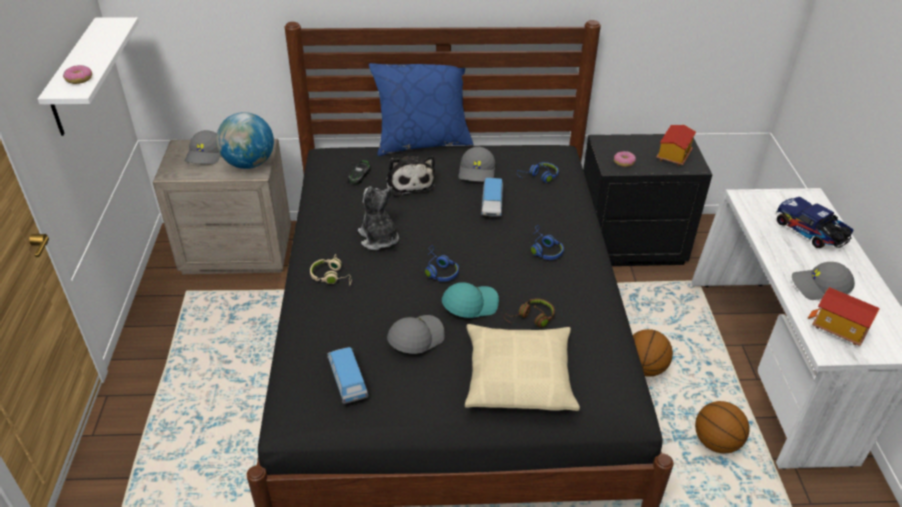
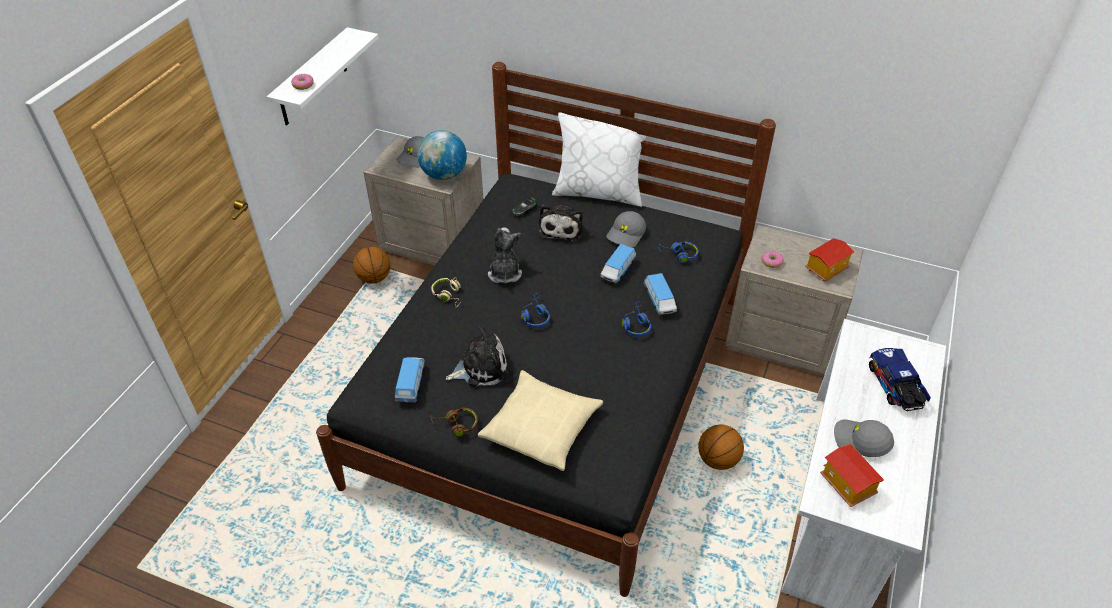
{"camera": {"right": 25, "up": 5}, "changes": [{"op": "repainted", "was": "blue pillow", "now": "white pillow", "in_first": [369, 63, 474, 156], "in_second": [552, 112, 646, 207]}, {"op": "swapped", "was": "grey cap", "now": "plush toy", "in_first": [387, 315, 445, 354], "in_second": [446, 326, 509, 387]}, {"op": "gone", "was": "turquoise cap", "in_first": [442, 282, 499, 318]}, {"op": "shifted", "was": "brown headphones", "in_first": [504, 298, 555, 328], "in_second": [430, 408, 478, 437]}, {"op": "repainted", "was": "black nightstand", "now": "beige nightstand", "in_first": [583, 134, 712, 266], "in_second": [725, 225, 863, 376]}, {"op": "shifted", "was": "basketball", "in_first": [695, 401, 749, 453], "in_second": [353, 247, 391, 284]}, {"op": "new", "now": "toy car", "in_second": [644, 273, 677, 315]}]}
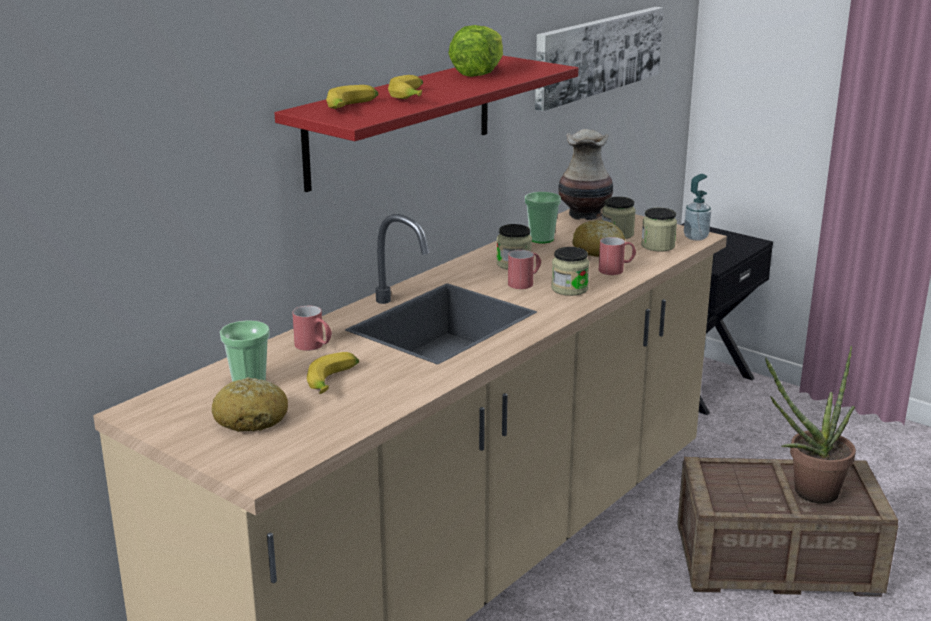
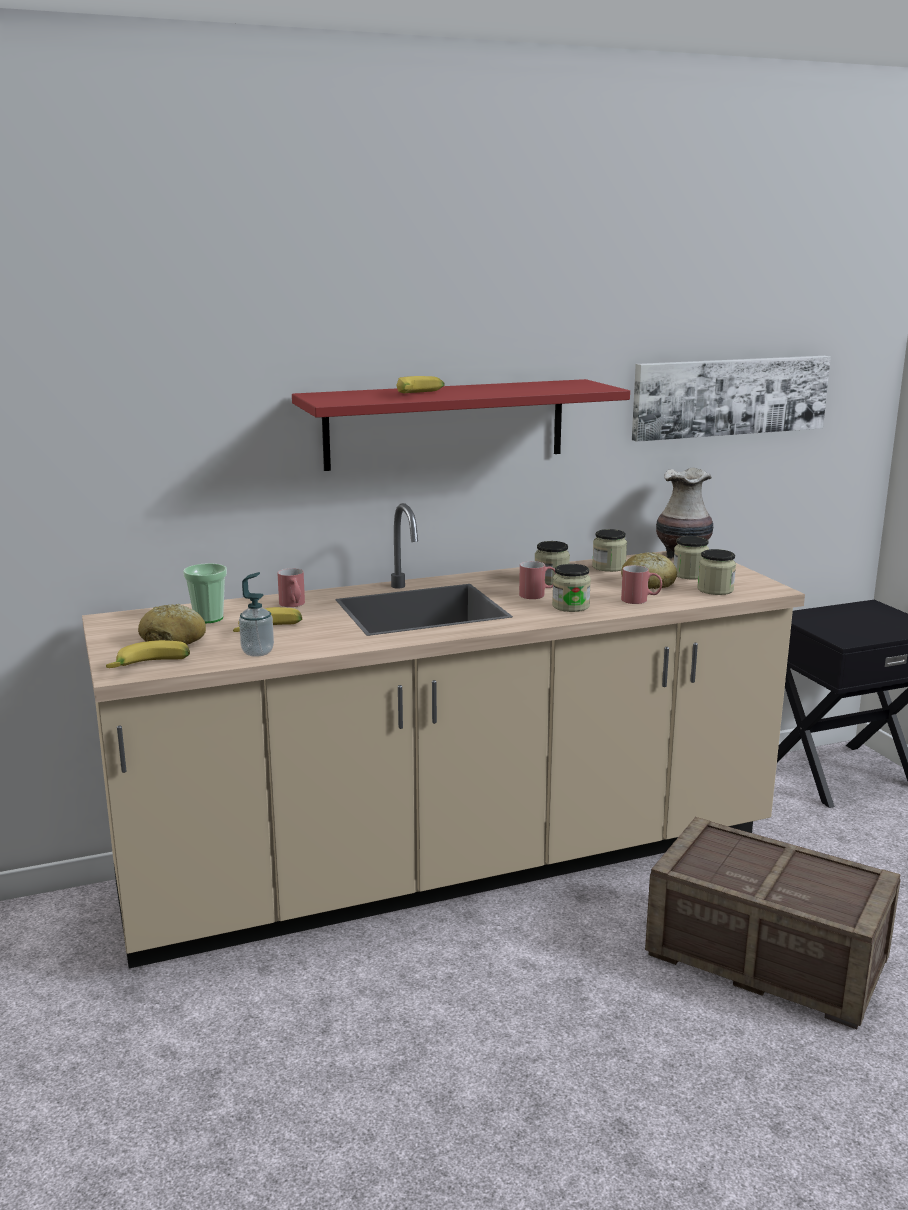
{"camera": {"right": 30, "up": -5}, "changes": [{"op": "shifted", "was": "banana", "in_first": [326, 85, 379, 109], "in_second": [106, 640, 190, 668]}, {"op": "gone", "was": "lettuce", "in_first": [448, 25, 503, 77]}, {"op": "swapped", "was": "cup", "now": "jar", "in_first": [525, 192, 561, 243], "in_second": [592, 529, 627, 572]}, {"op": "shifted", "was": "soap dispenser", "in_first": [684, 174, 711, 241], "in_second": [239, 572, 274, 657]}, {"op": "gone", "was": "potted plant", "in_first": [765, 346, 856, 504]}]}
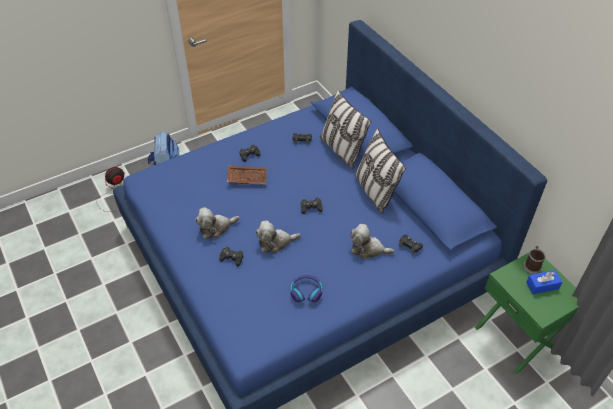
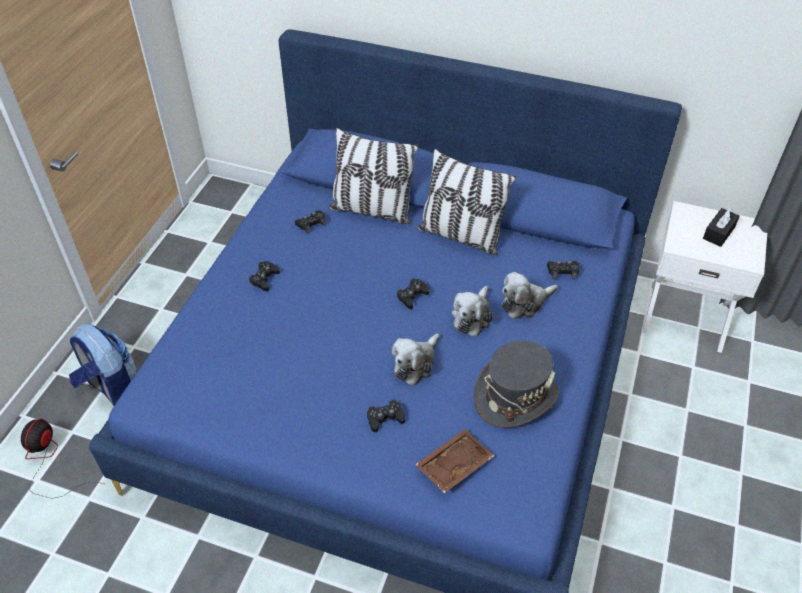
{"camera": {"right": -40, "up": 0}, "changes": [{"op": "shifted", "was": "plush toy", "in_first": [195, 207, 240, 239], "in_second": [452, 286, 493, 337]}, {"op": "shifted", "was": "brown tray", "in_first": [227, 165, 266, 184], "in_second": [415, 429, 494, 493]}, {"op": "swapped", "was": "headphones", "now": "grey hat", "in_first": [290, 275, 322, 302], "in_second": [474, 340, 559, 428]}, {"op": "repainted", "was": "green nightstand", "now": "white nightstand", "in_first": [475, 252, 579, 374], "in_second": [642, 201, 767, 353]}, {"op": "gone", "was": "mug", "in_first": [523, 246, 546, 274]}, {"op": "repainted", "was": "blue tissue box", "now": "black tissue box", "in_first": [526, 270, 562, 294], "in_second": [703, 208, 740, 247]}]}
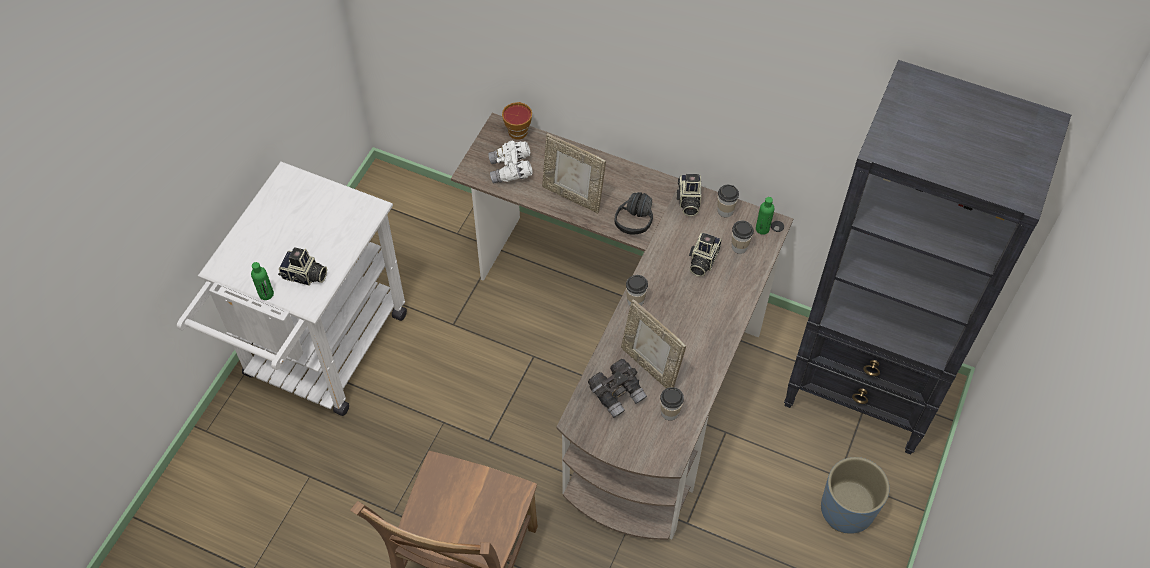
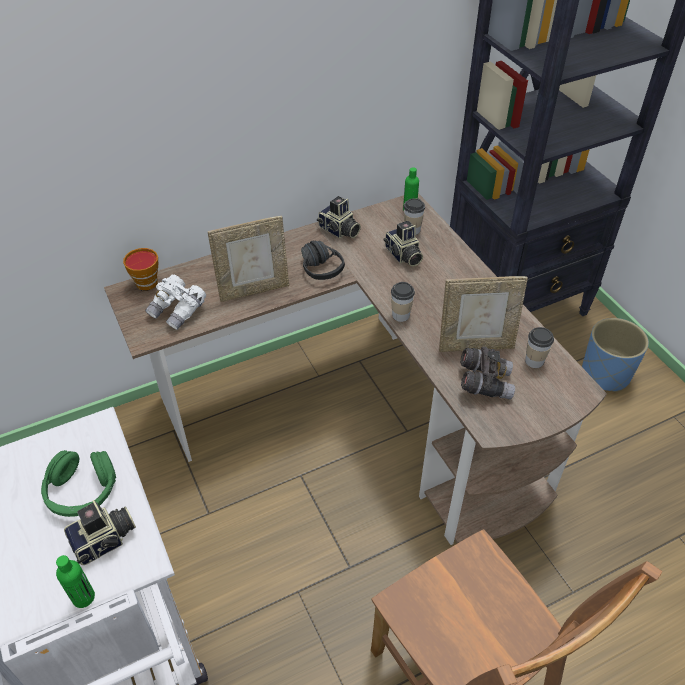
{"camera": {"right": -50, "up": -10}, "changes": [{"op": "gone", "was": "cup", "in_first": [718, 185, 739, 217]}, {"op": "new", "now": "green headphones", "in_second": [41, 450, 116, 517]}]}
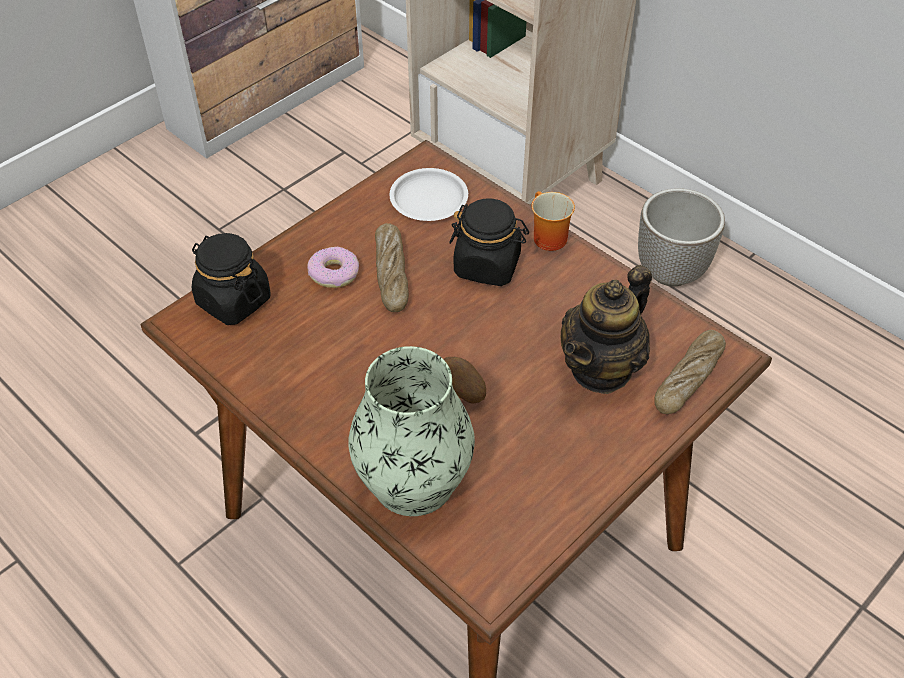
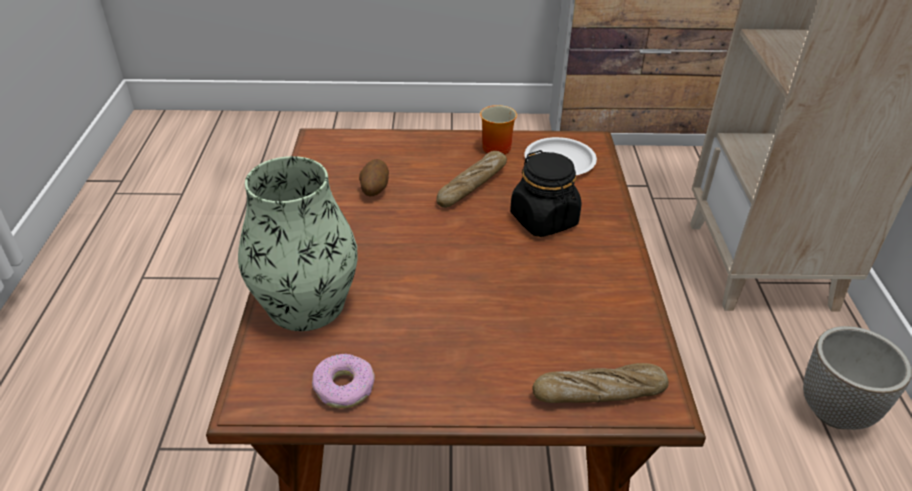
{"camera": {"right": 45, "up": -10}, "changes": [{"op": "gone", "was": "black jar", "in_first": [192, 233, 271, 325]}, {"op": "shifted", "was": "donut", "in_first": [307, 247, 359, 288], "in_second": [312, 354, 375, 408]}, {"op": "shifted", "was": "potato", "in_first": [444, 357, 486, 404], "in_second": [359, 159, 389, 196]}, {"op": "shifted", "was": "mug", "in_first": [532, 191, 575, 251], "in_second": [480, 105, 517, 155]}, {"op": "gone", "was": "teapot", "in_first": [561, 265, 652, 394]}]}
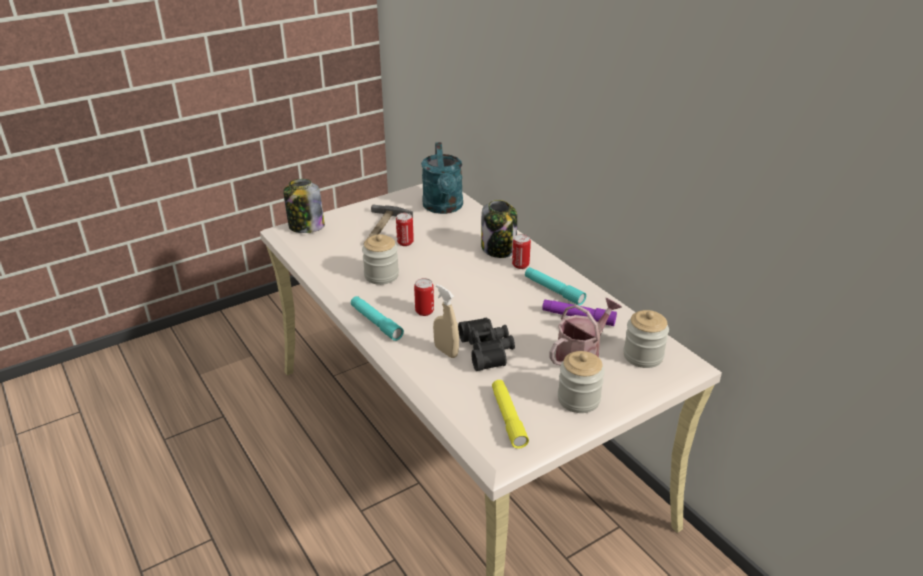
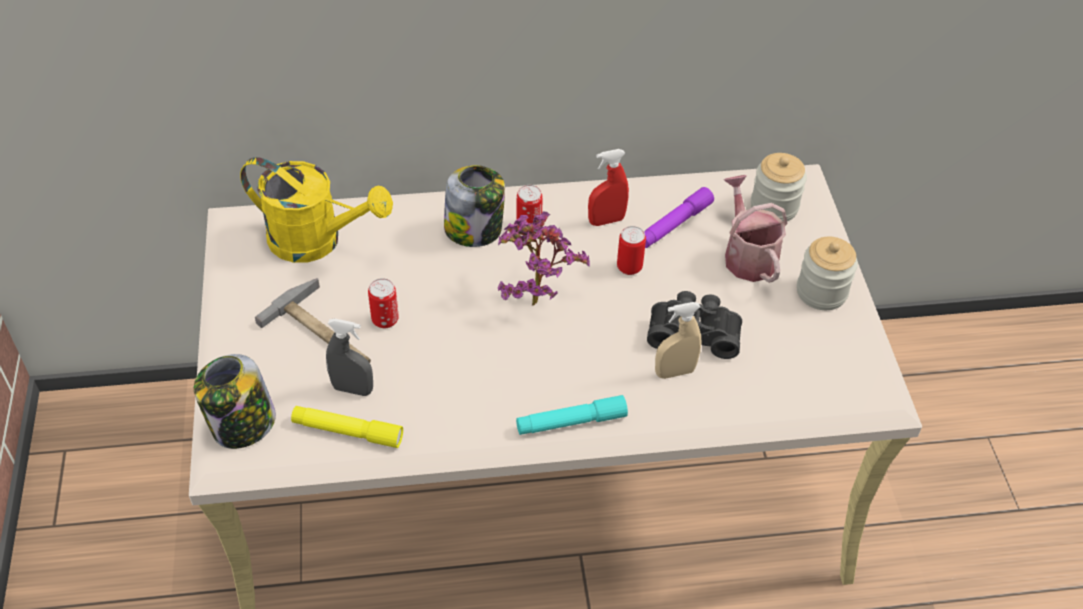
{"camera": {"right": -65, "up": 15}, "changes": [{"op": "gone", "was": "jar", "in_first": [362, 234, 399, 285]}, {"op": "shifted", "was": "can", "in_first": [414, 278, 434, 316], "in_second": [617, 226, 646, 275]}, {"op": "repainted", "was": "turquoise watering can", "now": "yellow watering can", "in_first": [421, 142, 463, 214], "in_second": [240, 157, 393, 263]}, {"op": "shifted", "was": "yellow flashlight", "in_first": [492, 380, 529, 449], "in_second": [291, 406, 403, 448]}, {"op": "swapped", "was": "turquoise flashlight", "now": "red spray bottle", "in_first": [525, 267, 586, 306], "in_second": [588, 149, 629, 226]}, {"op": "new", "now": "grey spray bottle", "in_second": [326, 319, 373, 396]}, {"op": "new", "now": "potted plant", "in_second": [498, 212, 590, 306]}]}
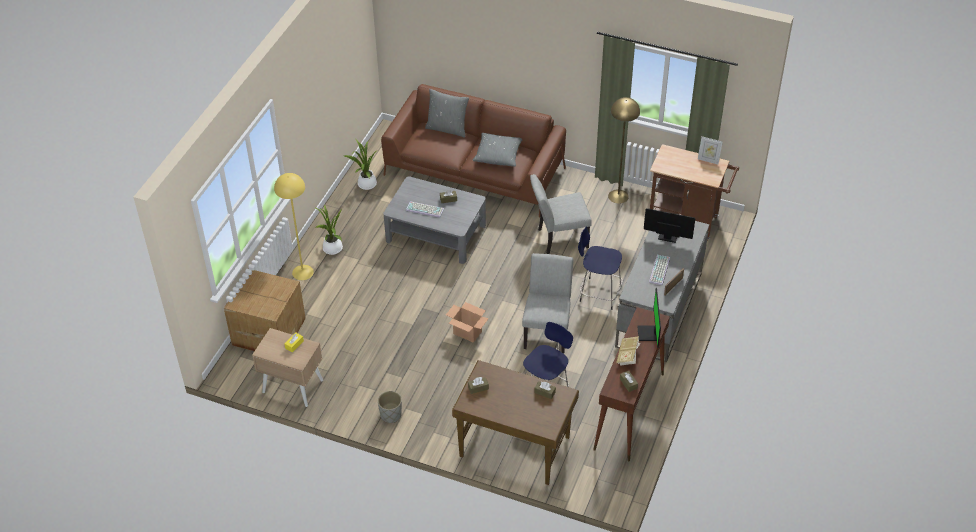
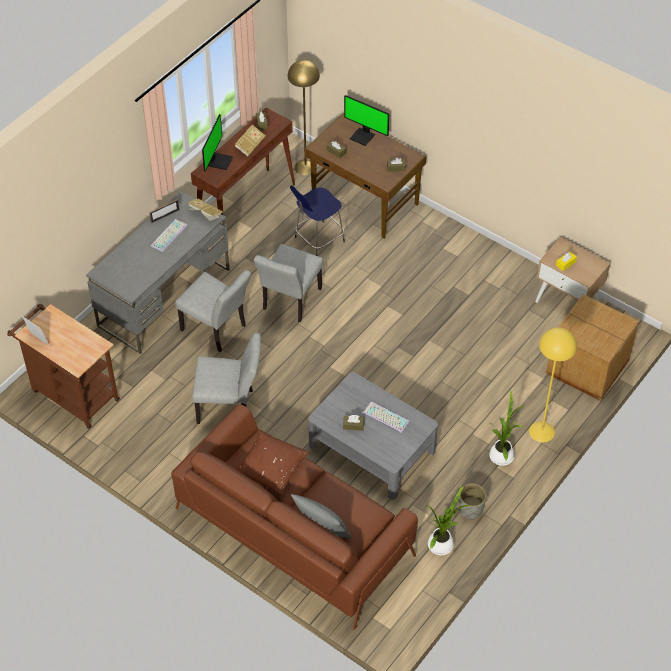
{"camera": {"right": -165, "up": 5}, "changes": [{"op": "shifted", "was": "grey planter", "in_first": [378, 391, 402, 423], "in_second": [459, 483, 486, 519]}, {"op": "gone", "was": "cardboard box", "in_first": [446, 302, 489, 343]}, {"op": "repainted", "was": "grey pillow", "now": "brown pillow", "in_first": [472, 133, 522, 167], "in_second": [236, 431, 310, 496]}, {"op": "swapped", "was": "blue stool", "now": "grey chair", "in_first": [578, 226, 623, 310], "in_second": [175, 270, 251, 352]}, {"op": "shifted", "was": "yellow floor lamp", "in_first": [608, 97, 640, 204], "in_second": [288, 60, 320, 175]}, {"op": "shifted", "was": "monitor", "in_first": [644, 208, 695, 243], "in_second": [344, 95, 389, 146]}, {"op": "new", "now": "book", "in_second": [187, 198, 223, 221]}]}
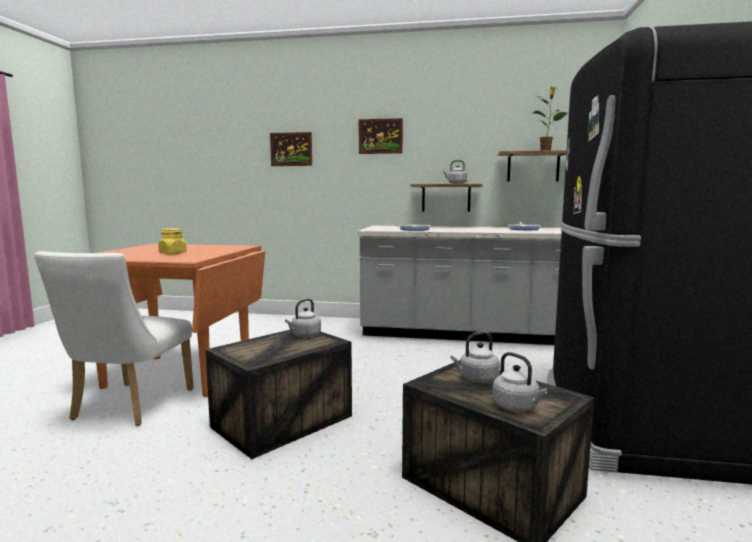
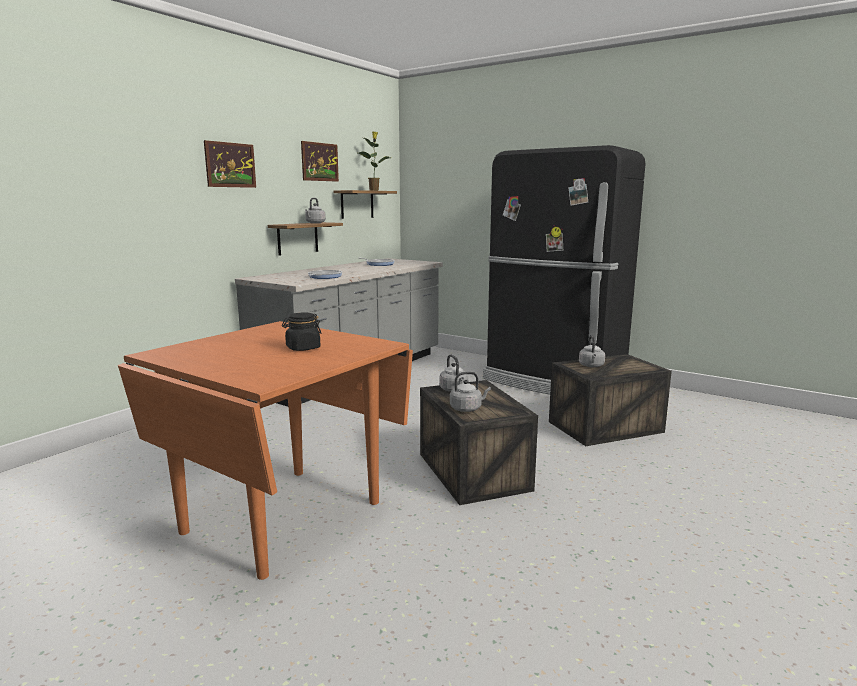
{"camera": {"right": -65, "up": 5}, "changes": [{"op": "gone", "was": "white chair", "in_first": [34, 251, 194, 426]}, {"op": "repainted", "was": "yellow jar", "now": "black jar", "in_first": [158, 228, 187, 255], "in_second": [282, 313, 322, 351]}, {"op": "shifted", "was": "picture", "in_first": [270, 132, 312, 166], "in_second": [301, 141, 339, 182]}, {"op": "shifted", "was": "grey kettle", "in_first": [492, 352, 547, 412], "in_second": [450, 372, 491, 412]}]}
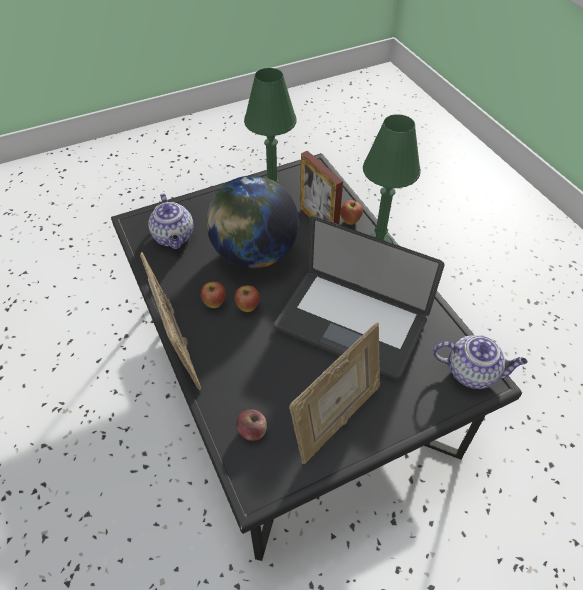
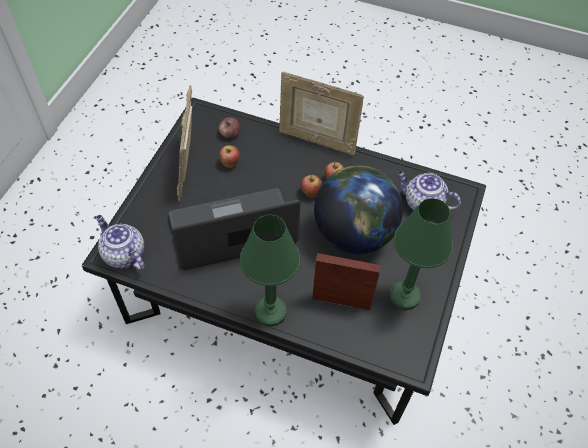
{"camera": {"right": 135, "up": 5}, "changes": [{"op": "shifted", "was": "apple", "in_first": [340, 200, 363, 225], "in_second": [219, 145, 240, 168]}, {"op": "rotated", "was": "teapot", "in_first": [433, 335, 527, 389], "in_second": [96, 215, 145, 270], "clockwise": 75}]}
